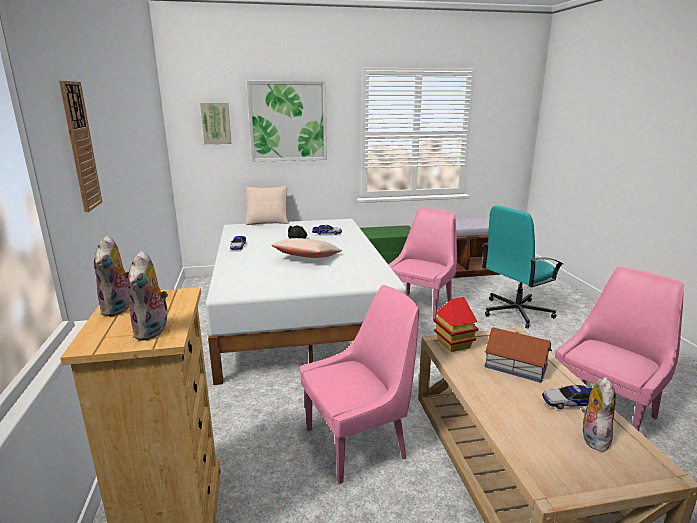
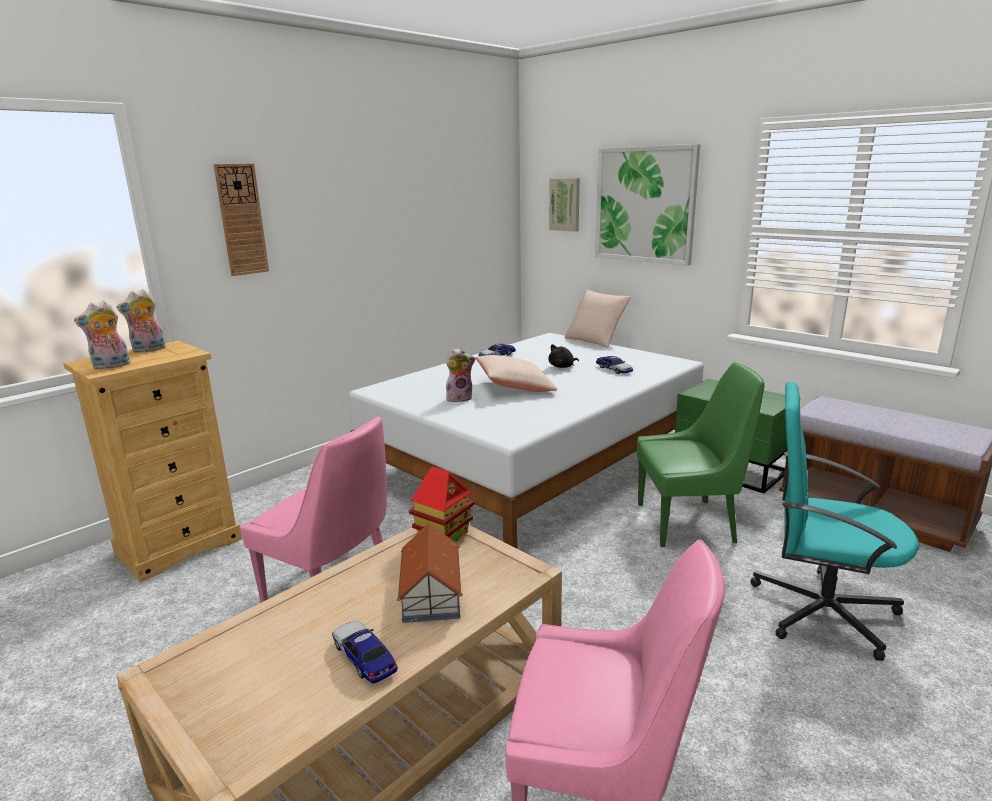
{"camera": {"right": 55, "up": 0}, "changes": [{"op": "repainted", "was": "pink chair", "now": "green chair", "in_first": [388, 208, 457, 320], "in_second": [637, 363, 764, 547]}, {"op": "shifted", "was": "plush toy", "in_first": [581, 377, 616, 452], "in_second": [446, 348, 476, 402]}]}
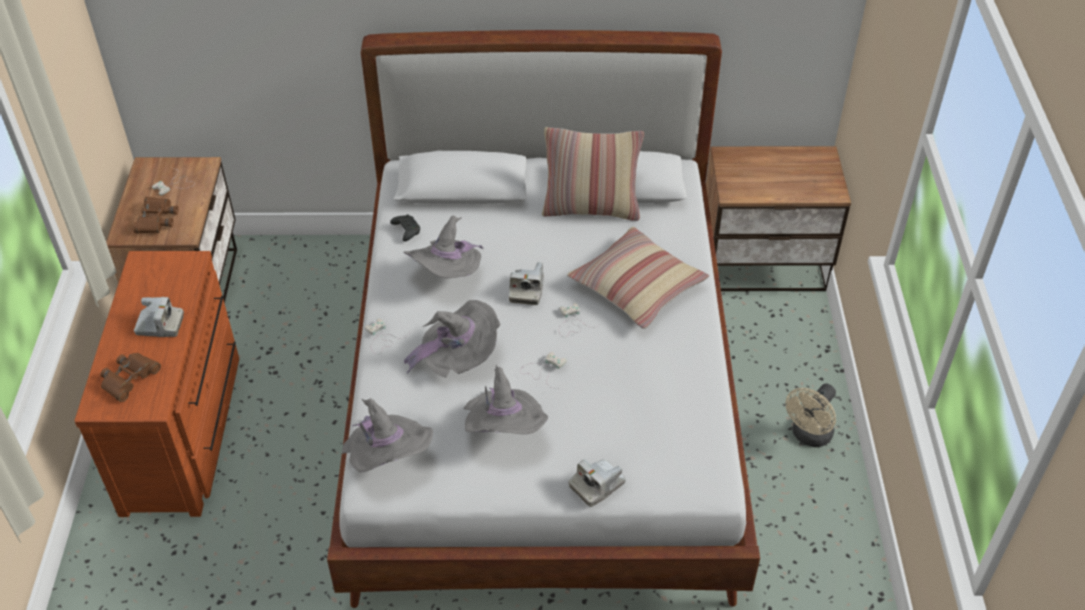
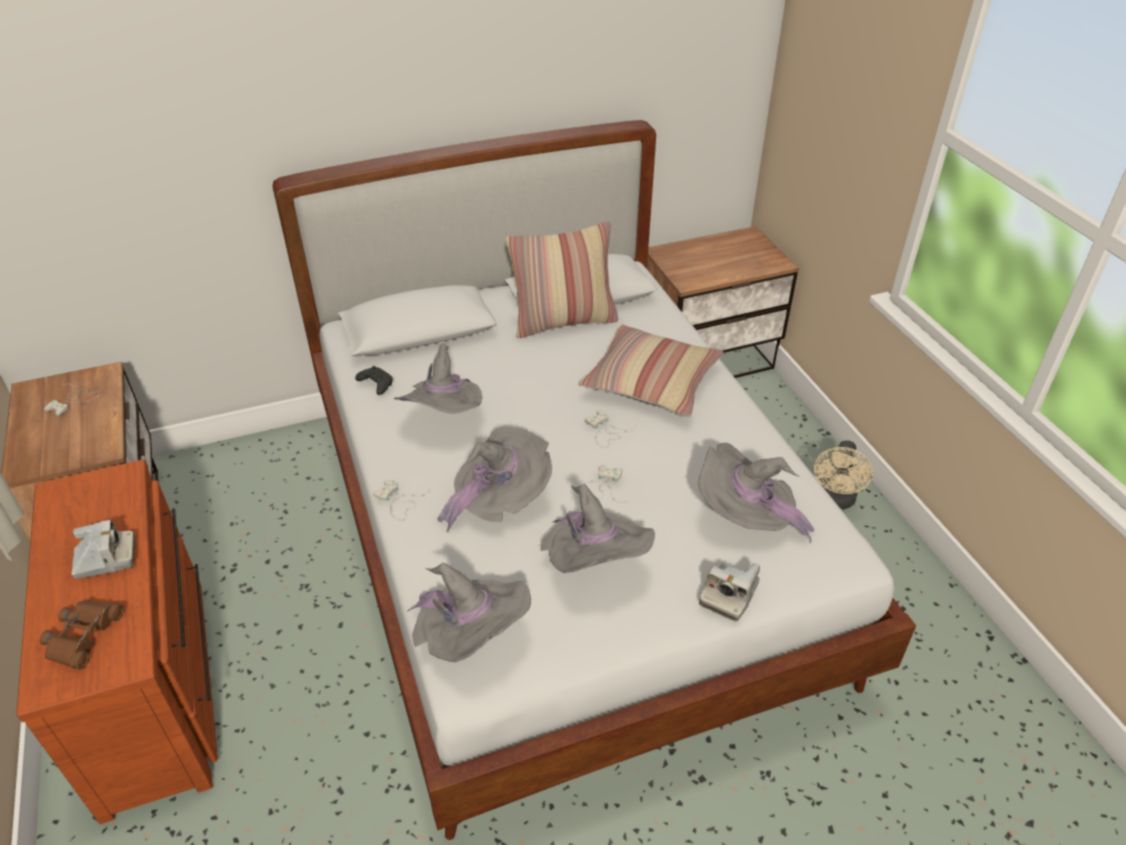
{"camera": {"right": -20, "up": -5}, "changes": [{"op": "gone", "was": "brown binoculars", "in_first": [133, 197, 179, 233]}, {"op": "gone", "was": "photo camera", "in_first": [509, 262, 544, 305]}, {"op": "new", "now": "grey hat", "in_second": [698, 443, 814, 543]}]}
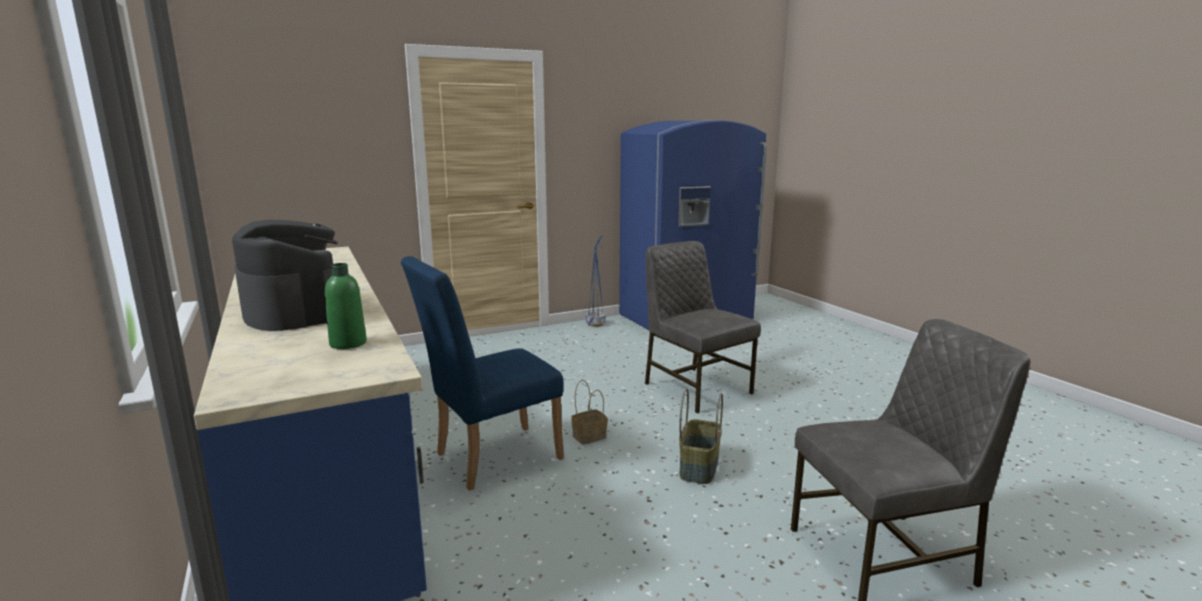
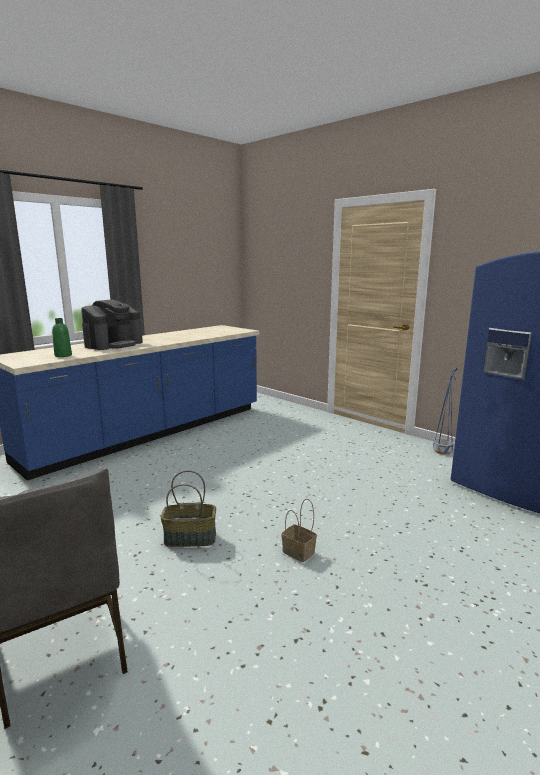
{"camera": {"right": 70, "up": 0}, "changes": [{"op": "gone", "was": "blue chair", "in_first": [401, 256, 564, 490]}, {"op": "shifted", "was": "basket", "in_first": [571, 380, 608, 445], "in_second": [282, 499, 317, 562]}, {"op": "gone", "was": "grey chair", "in_first": [645, 241, 761, 413]}]}
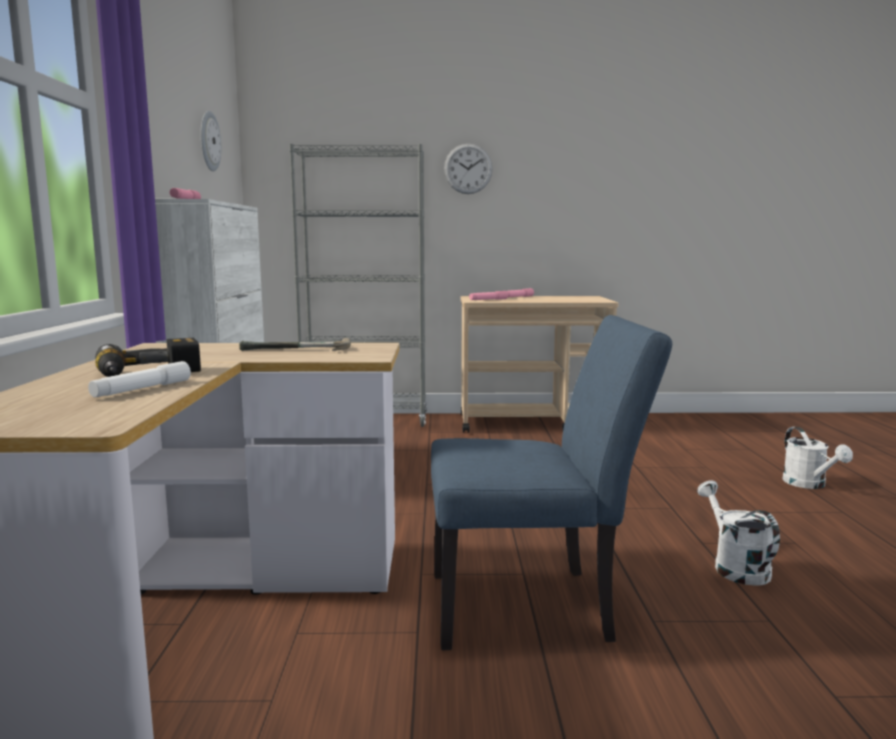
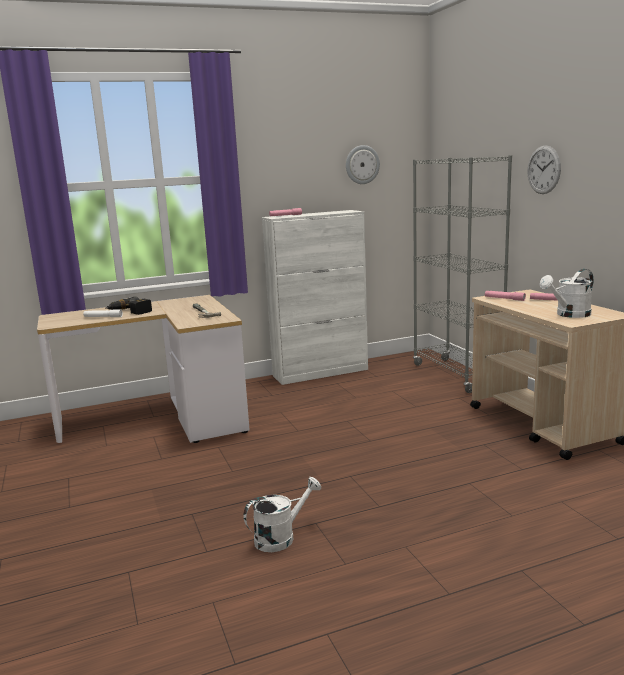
{"camera": {"right": 70, "up": 5}, "changes": [{"op": "gone", "was": "blue chair", "in_first": [431, 315, 672, 651]}, {"op": "shifted", "was": "white watering can", "in_first": [782, 427, 853, 489], "in_second": [540, 269, 594, 318]}]}
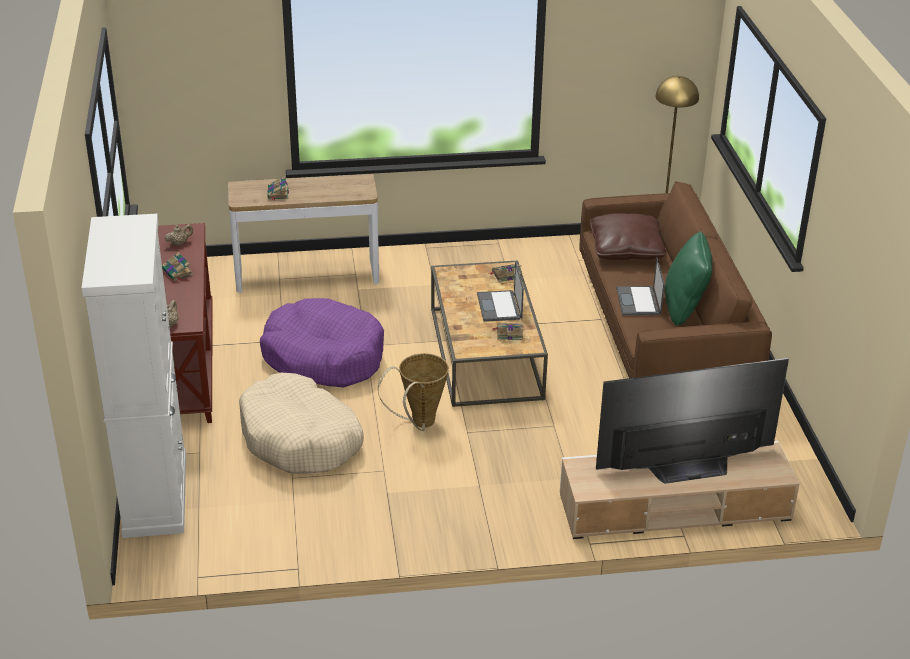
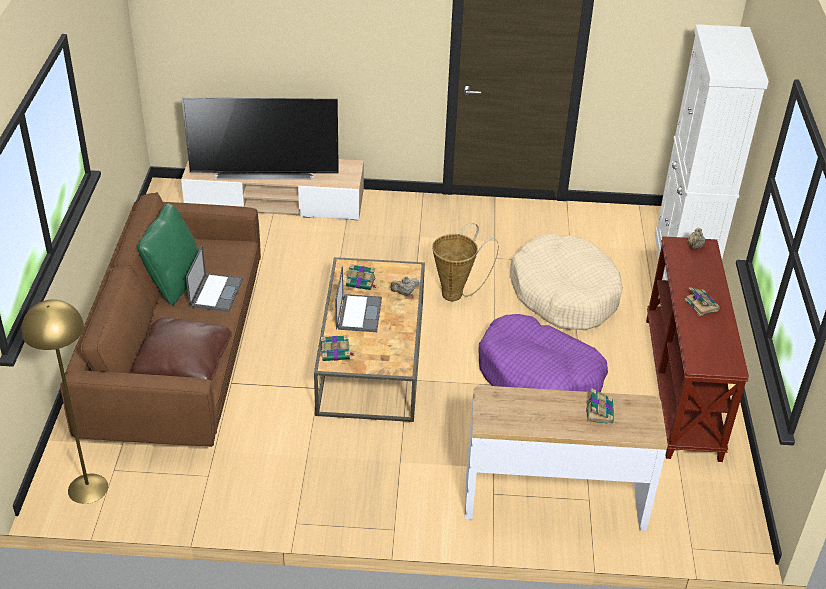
{"camera": {"right": -170, "up": 5}, "changes": [{"op": "shifted", "was": "beige teapot", "in_first": [165, 224, 193, 246], "in_second": [390, 277, 419, 295]}]}
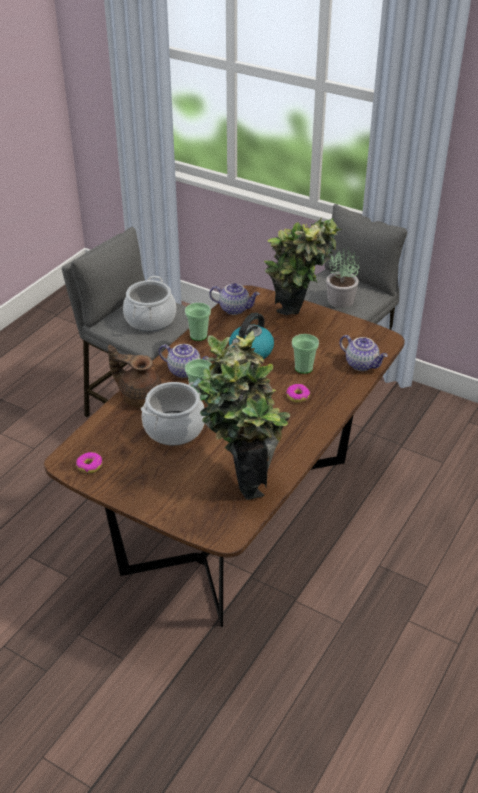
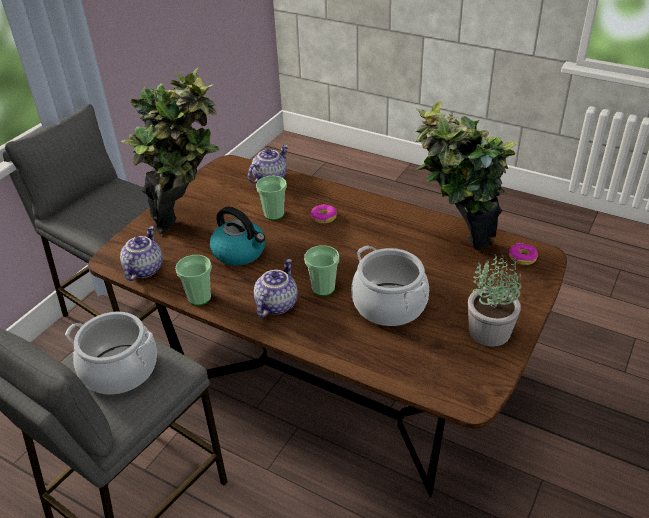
{"camera": {"right": -90, "up": 0}, "changes": [{"op": "shifted", "was": "donut", "in_first": [76, 452, 102, 473], "in_second": [509, 243, 538, 265]}, {"op": "gone", "was": "brown teapot", "in_first": [108, 345, 162, 408]}, {"op": "shifted", "was": "potted plant", "in_first": [326, 247, 359, 308], "in_second": [468, 254, 521, 346]}]}
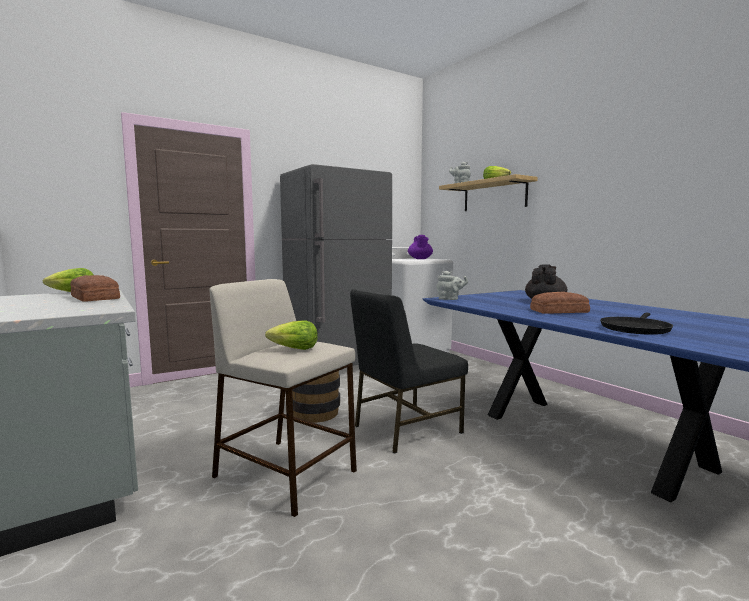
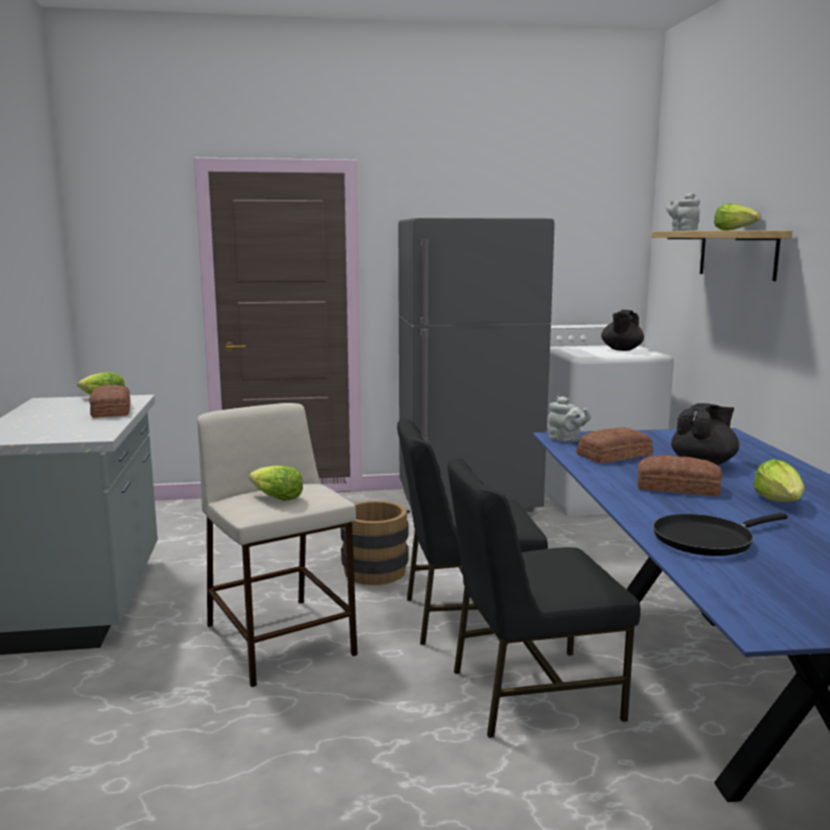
{"camera": {"right": 25, "up": 5}, "changes": [{"op": "repainted", "was": "purple teapot", "now": "black teapot", "in_first": [408, 235, 433, 259], "in_second": [601, 310, 644, 351]}, {"op": "new", "now": "black chair", "in_second": [448, 457, 640, 738]}, {"op": "new", "now": "bread", "in_second": [577, 428, 653, 463]}, {"op": "new", "now": "lettuce", "in_second": [753, 459, 805, 502]}]}
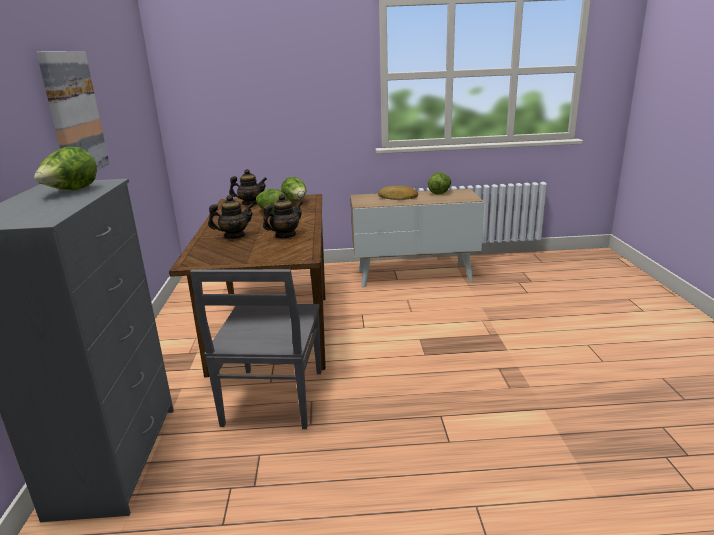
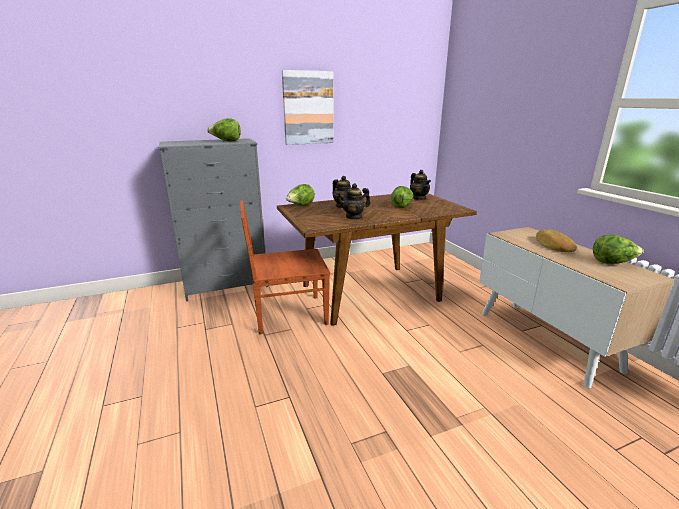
{"camera": {"right": 70, "up": 0}, "changes": [{"op": "repainted", "was": "grey chair", "now": "brown chair", "in_first": [190, 269, 322, 429], "in_second": [240, 200, 330, 334]}, {"op": "rotated", "was": "teapot", "in_first": [263, 194, 303, 238], "in_second": [338, 183, 370, 220], "clockwise": 120}, {"op": "shifted", "was": "lettuce", "in_first": [281, 177, 307, 201], "in_second": [286, 184, 315, 206]}]}
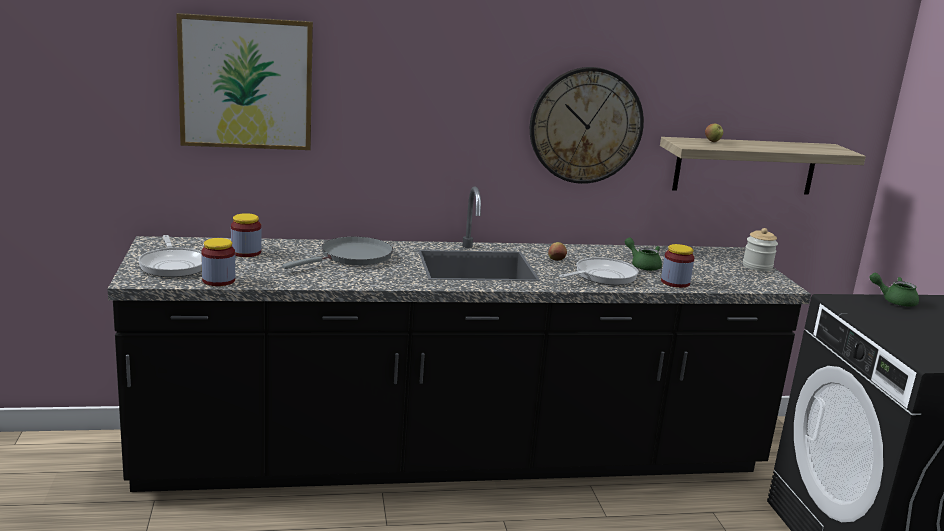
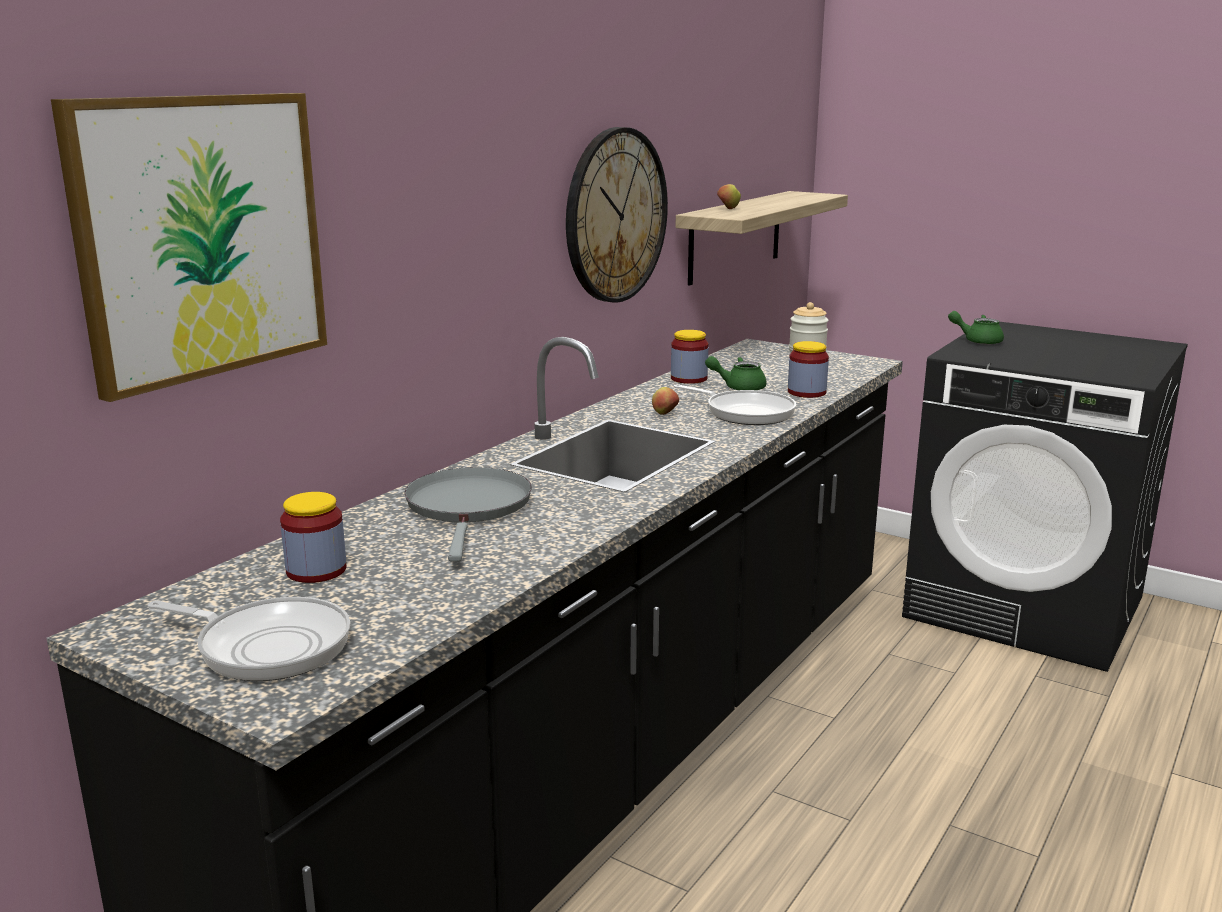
{"camera": {"right": -45, "up": 0}, "changes": [{"op": "shifted", "was": "jar", "in_first": [201, 238, 235, 286], "in_second": [671, 330, 708, 384]}, {"op": "rotated", "was": "frying pan", "in_first": [559, 257, 638, 285], "in_second": [674, 384, 796, 425], "clockwise": 120}, {"op": "rotated", "was": "green teapot", "in_first": [869, 273, 919, 307], "in_second": [948, 311, 1004, 345], "clockwise": 45}]}
